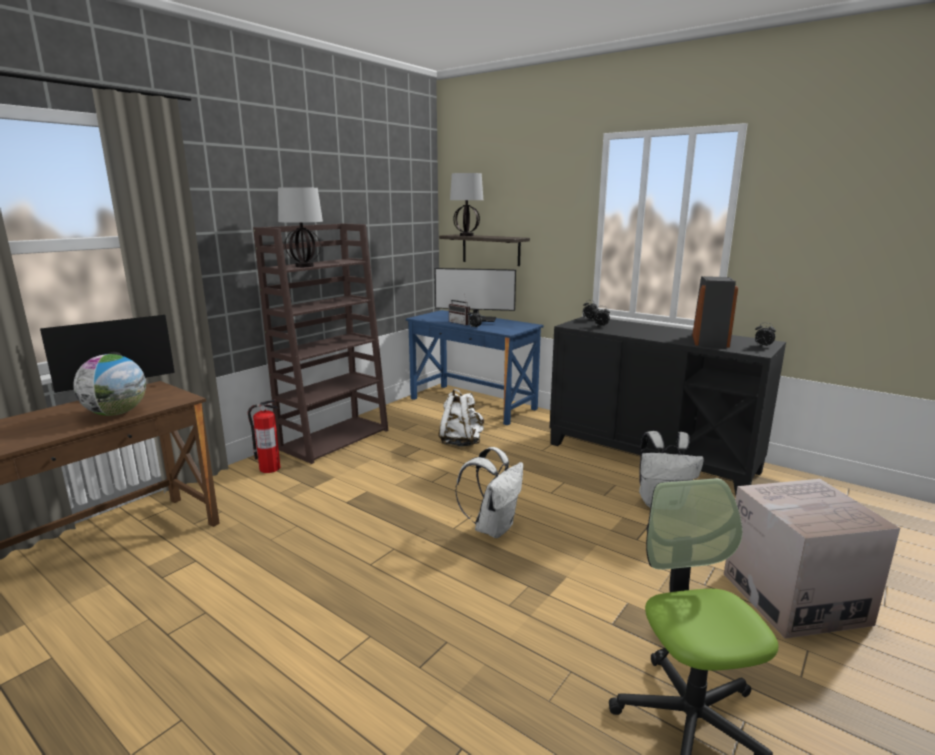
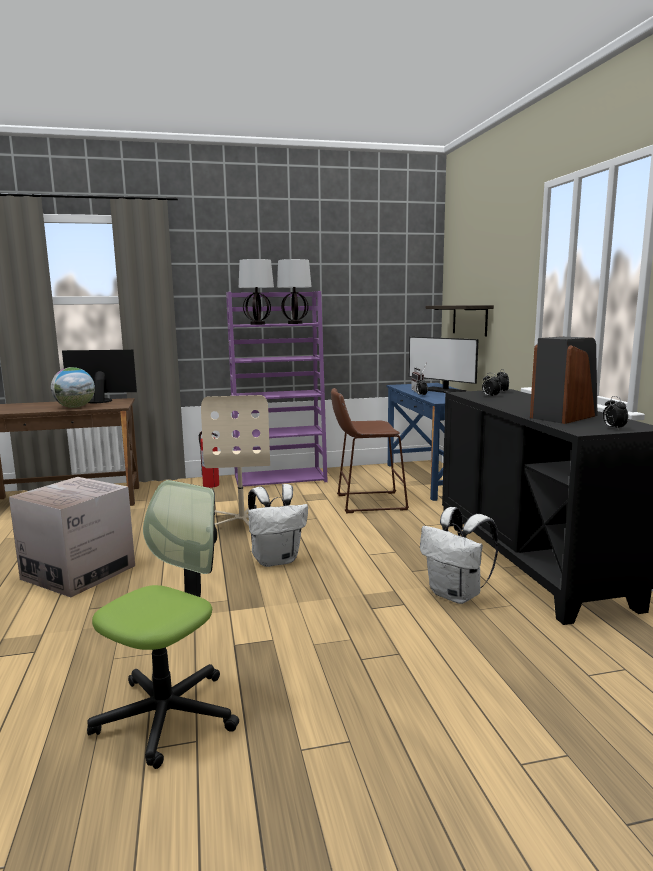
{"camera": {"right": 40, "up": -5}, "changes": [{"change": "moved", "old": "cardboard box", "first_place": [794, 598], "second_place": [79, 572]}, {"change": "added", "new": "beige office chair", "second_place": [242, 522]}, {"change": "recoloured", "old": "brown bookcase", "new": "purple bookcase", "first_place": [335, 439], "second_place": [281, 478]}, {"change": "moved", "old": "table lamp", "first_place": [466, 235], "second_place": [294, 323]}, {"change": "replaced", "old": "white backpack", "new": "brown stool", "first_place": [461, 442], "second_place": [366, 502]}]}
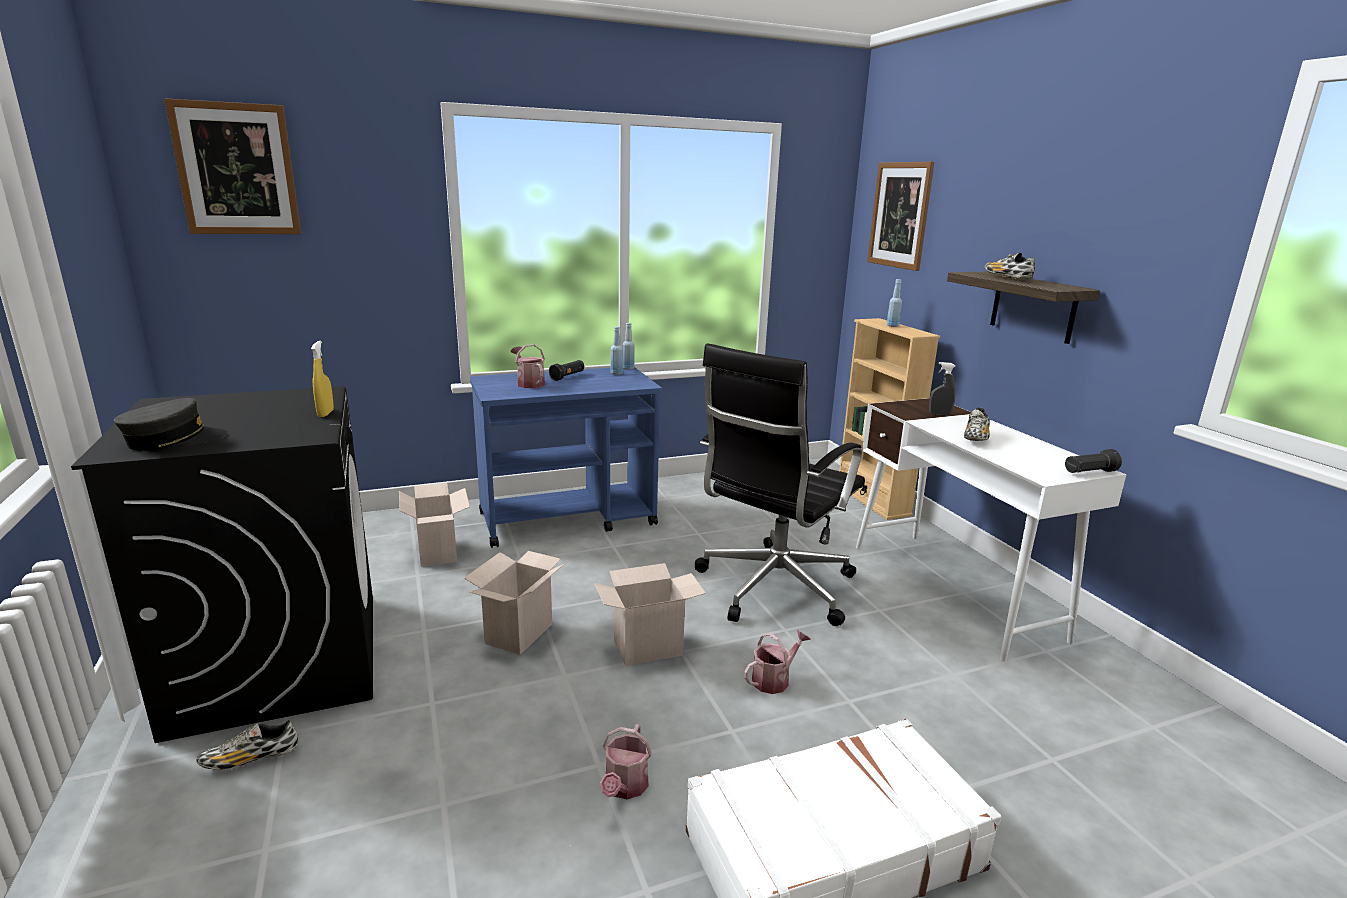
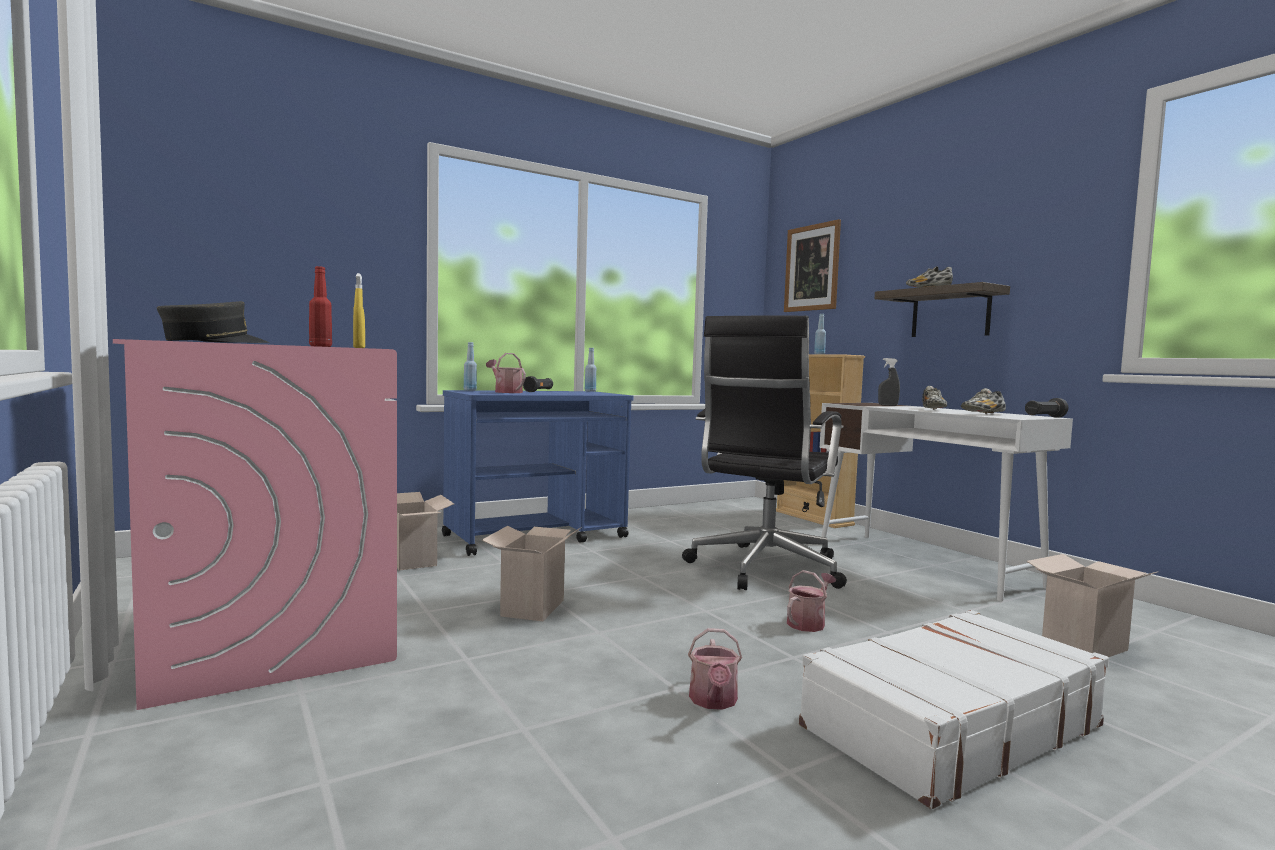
{"camera": {"right": -10, "up": -15}, "changes": [{"change": "recoloured", "old": "black washing machine", "new": "pink washing machine", "first_place": [279, 660], "second_place": [268, 639]}, {"change": "added", "new": "red bottle", "second_place": [320, 346]}, {"change": "moved", "old": "blue bottle", "first_place": [616, 373], "second_place": [470, 390]}, {"change": "moved", "old": "shoe", "first_place": [250, 759], "second_place": [983, 414]}, {"change": "moved", "old": "cardboard box", "first_place": [649, 647], "second_place": [1083, 646]}, {"change": "removed", "old": "picture", "first_place": [236, 169]}]}
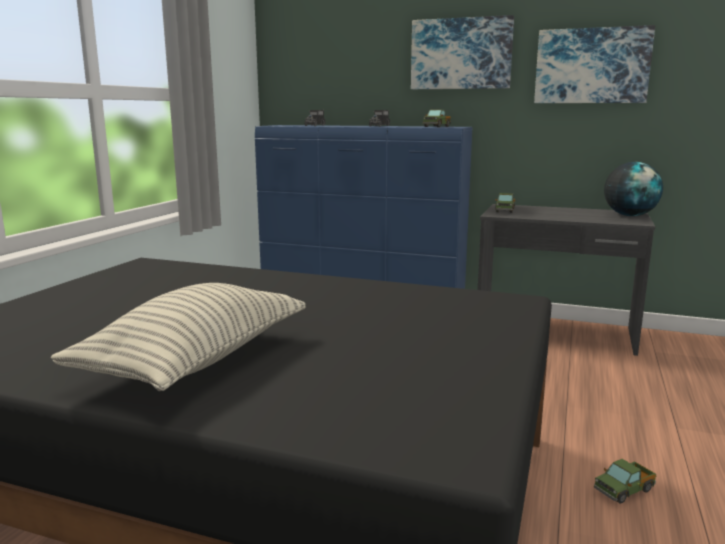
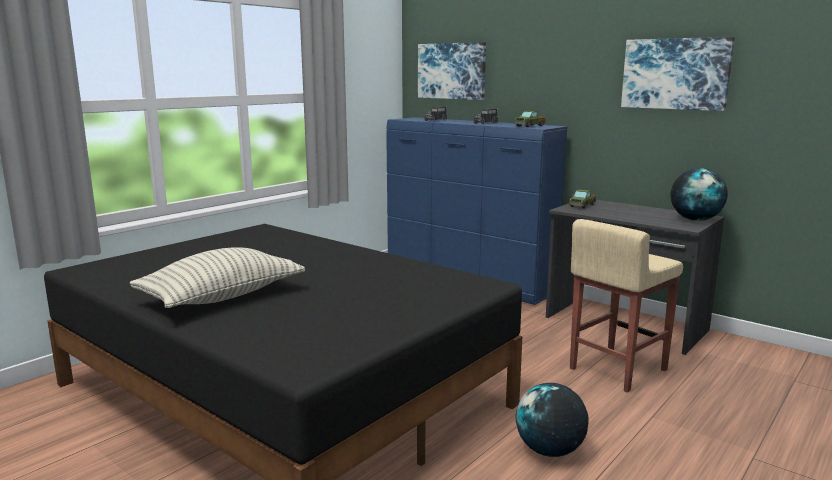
{"camera": {"right": 20, "up": 0}, "changes": [{"change": "moved", "old": "picture", "first_place": [461, 54], "second_place": [452, 71]}, {"change": "replaced", "old": "toy truck", "new": "globe", "first_place": [624, 490], "second_place": [550, 450]}, {"change": "added", "new": "beige stool", "second_place": [616, 369]}]}
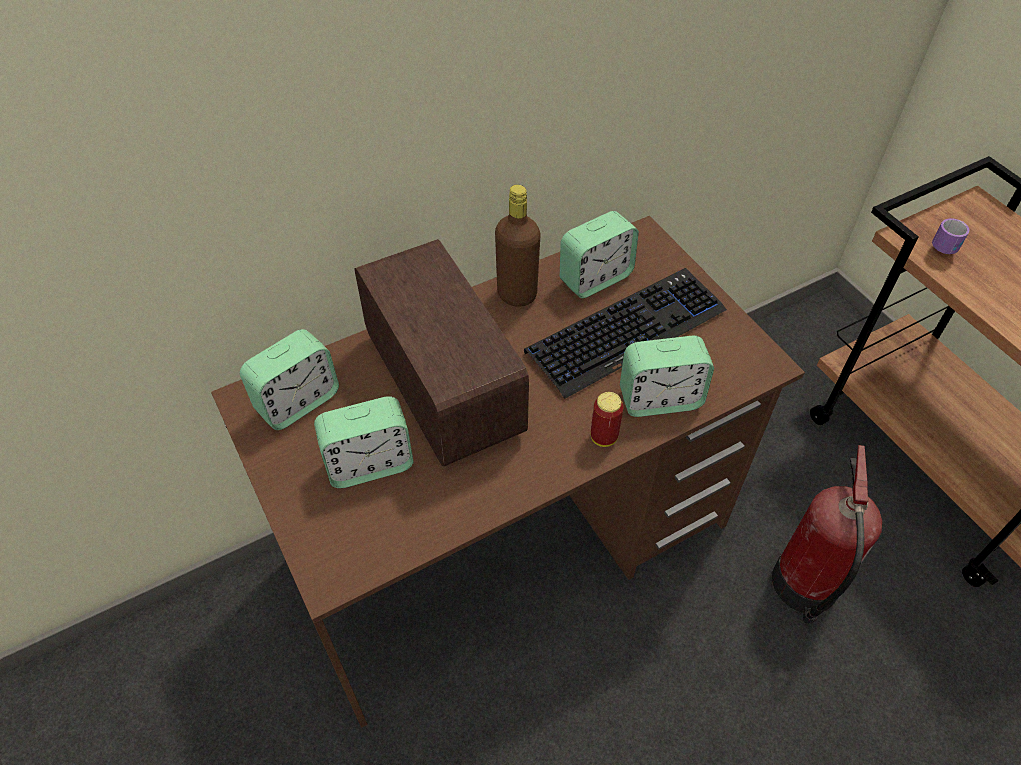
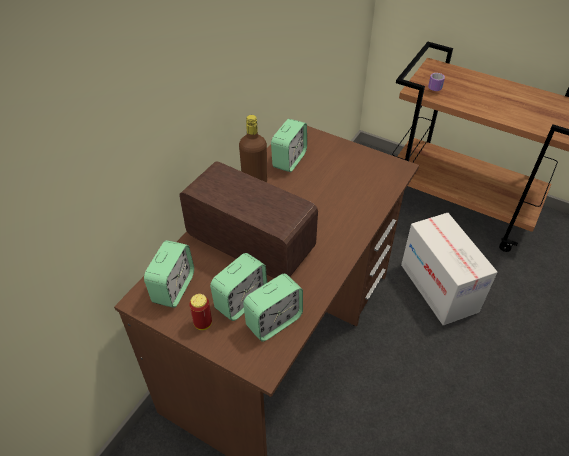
{"camera": {"right": -30, "up": -5}, "changes": [{"change": "moved", "old": "can", "first_place": [603, 437], "second_place": [203, 323]}, {"change": "moved", "old": "alarm clock", "first_place": [660, 399], "second_place": [274, 321]}, {"change": "replaced", "old": "fire extinguisher", "new": "cardboard box", "first_place": [805, 587], "second_place": [439, 288]}, {"change": "removed", "old": "keyboard", "first_place": [626, 332]}]}
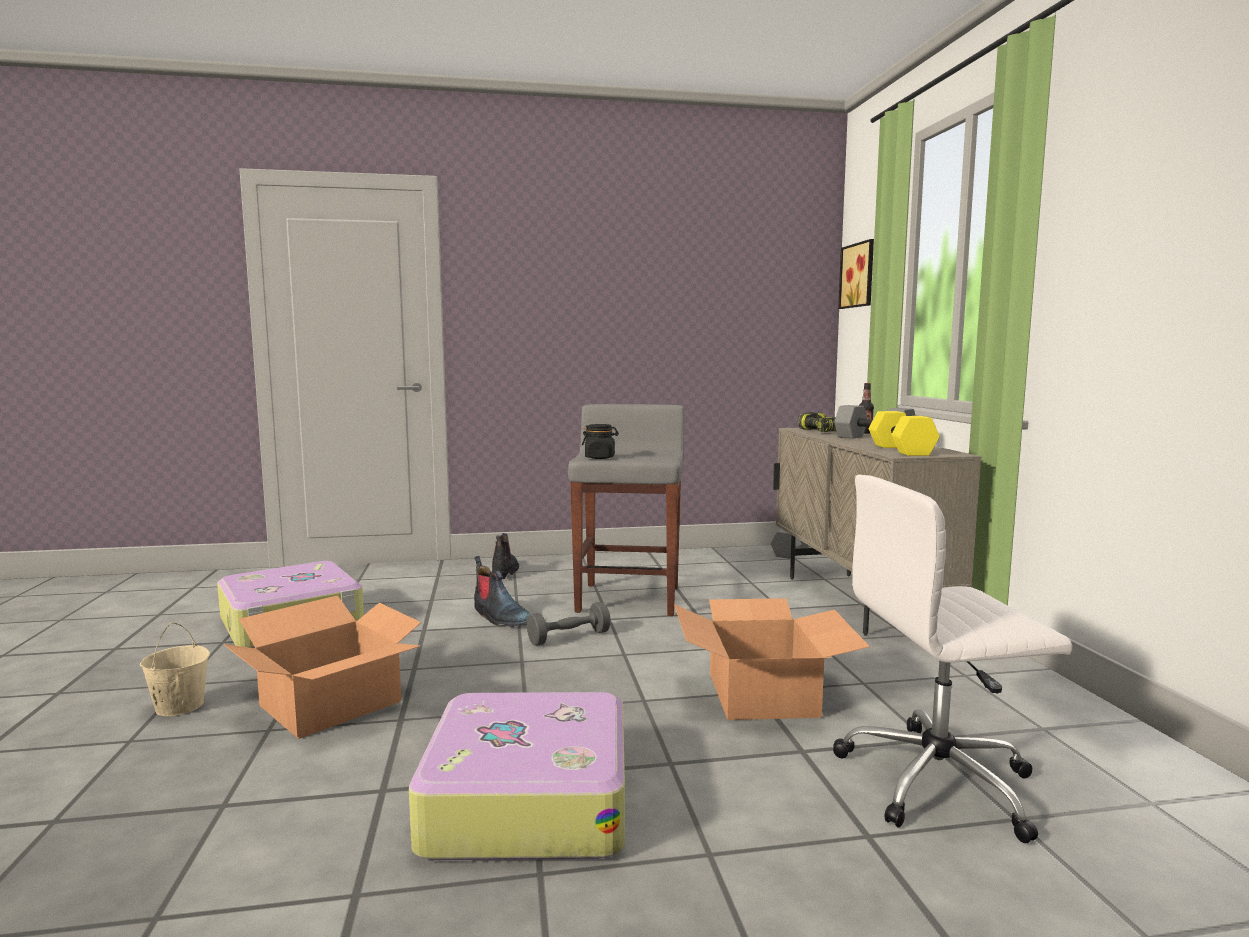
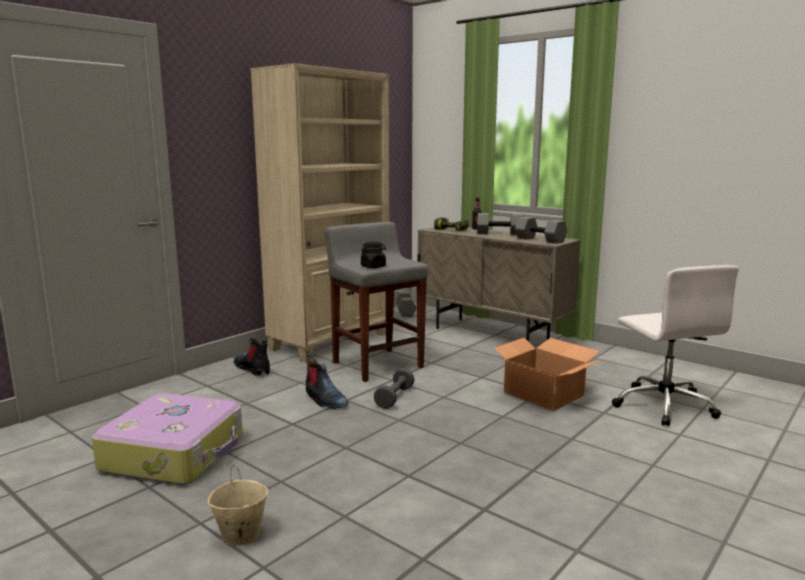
{"camera": {"right": -40, "up": 5}, "changes": [{"change": "added", "new": "beige bookcase", "second_place": [331, 341]}, {"change": "turned", "old": "boot", "first_place": [499, 617], "second_place": [324, 399], "degrees": 45}, {"change": "recoloured", "old": "yellow dumbbell", "new": "grey dumbbell", "first_place": [899, 450], "second_place": [539, 240]}, {"change": "turned", "old": "white office chair", "first_place": [940, 782], "second_place": [663, 405], "degrees": -60}, {"change": "removed", "old": "cardboard box", "first_place": [332, 704]}, {"change": "removed", "old": "suitcase", "first_place": [527, 799]}, {"change": "removed", "old": "picture", "first_place": [859, 275]}]}
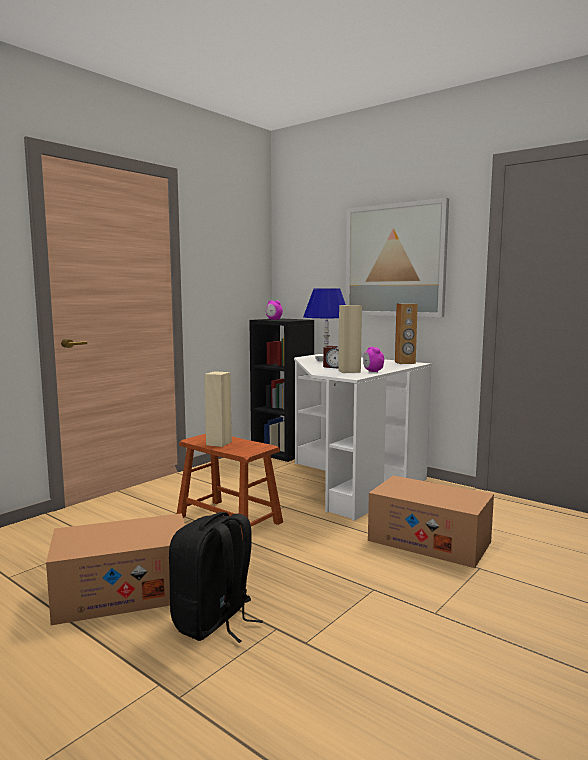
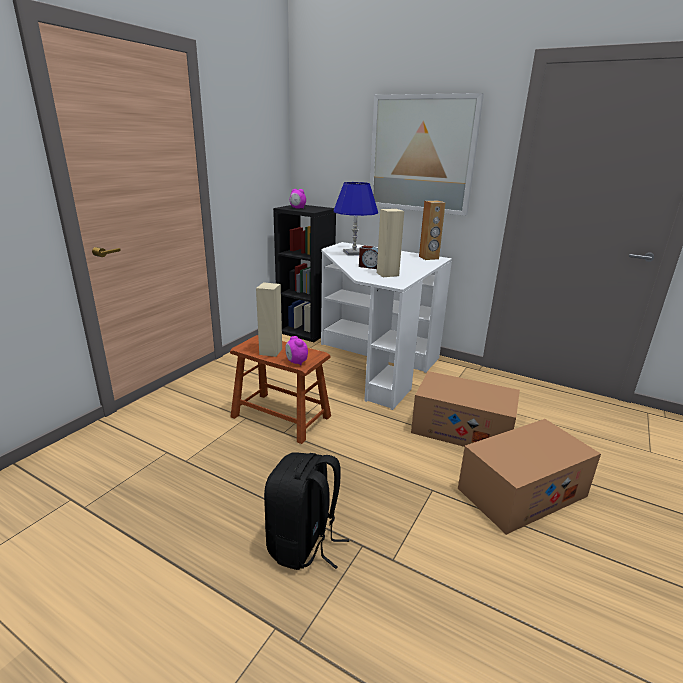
{"camera": {"right": -10, "up": 15}, "changes": [{"change": "moved", "old": "alarm clock", "first_place": [372, 371], "second_place": [296, 362]}, {"change": "moved", "old": "cardboard box", "first_place": [123, 592], "second_place": [521, 492]}]}
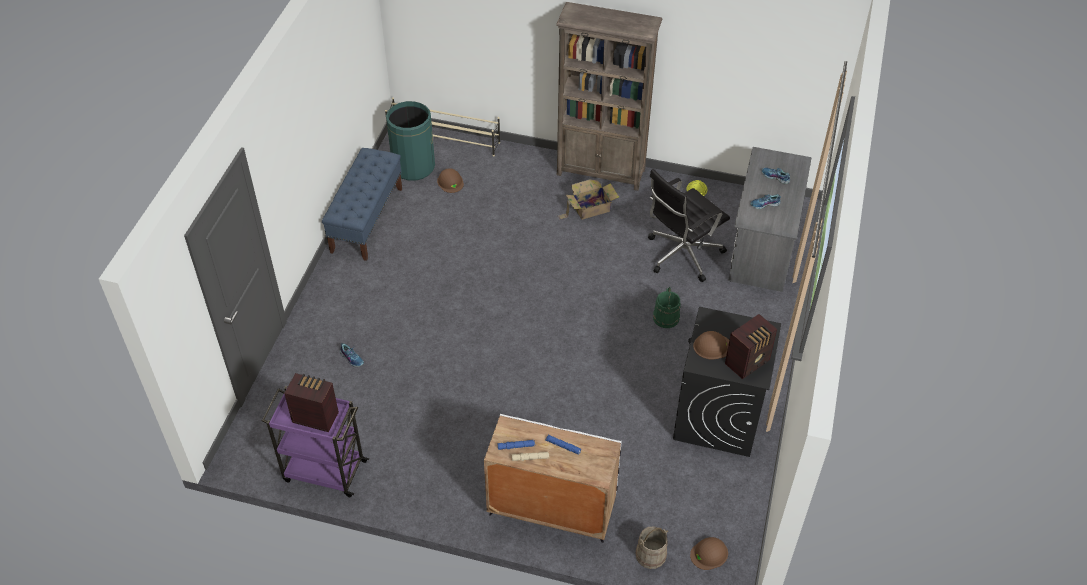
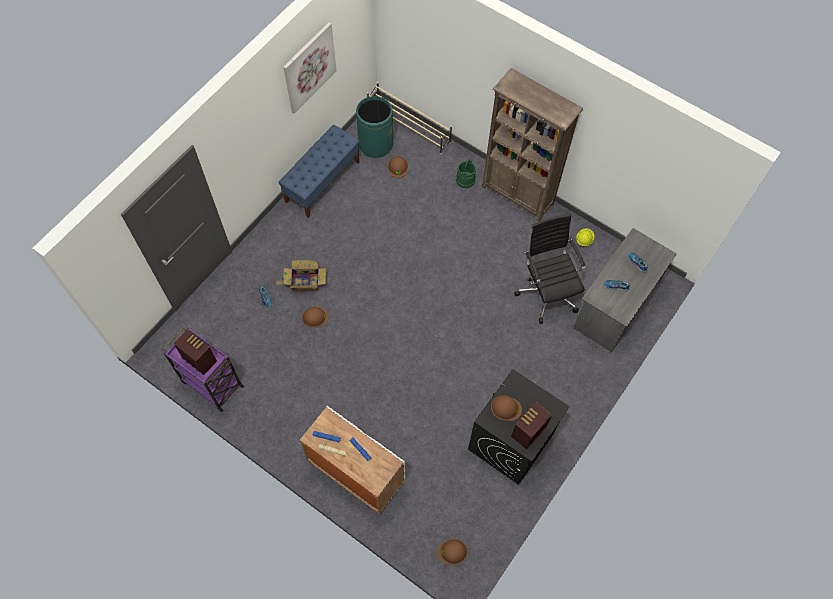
{"camera": {"right": 20, "up": 15}, "changes": [{"change": "moved", "old": "cardboard box", "first_place": [589, 208], "second_place": [304, 282]}, {"change": "added", "new": "picture", "second_place": [309, 68]}, {"change": "added", "new": "brown hard hat", "second_place": [315, 317]}, {"change": "moved", "old": "green bucket", "first_place": [665, 318], "second_place": [465, 179]}, {"change": "turned", "old": "radio", "first_place": [748, 362], "second_place": [527, 432], "degrees": 150}, {"change": "turned", "old": "black office chair", "first_place": [681, 255], "second_place": [547, 292], "degrees": 90}, {"change": "removed", "old": "beige bucket", "first_place": [651, 555]}]}
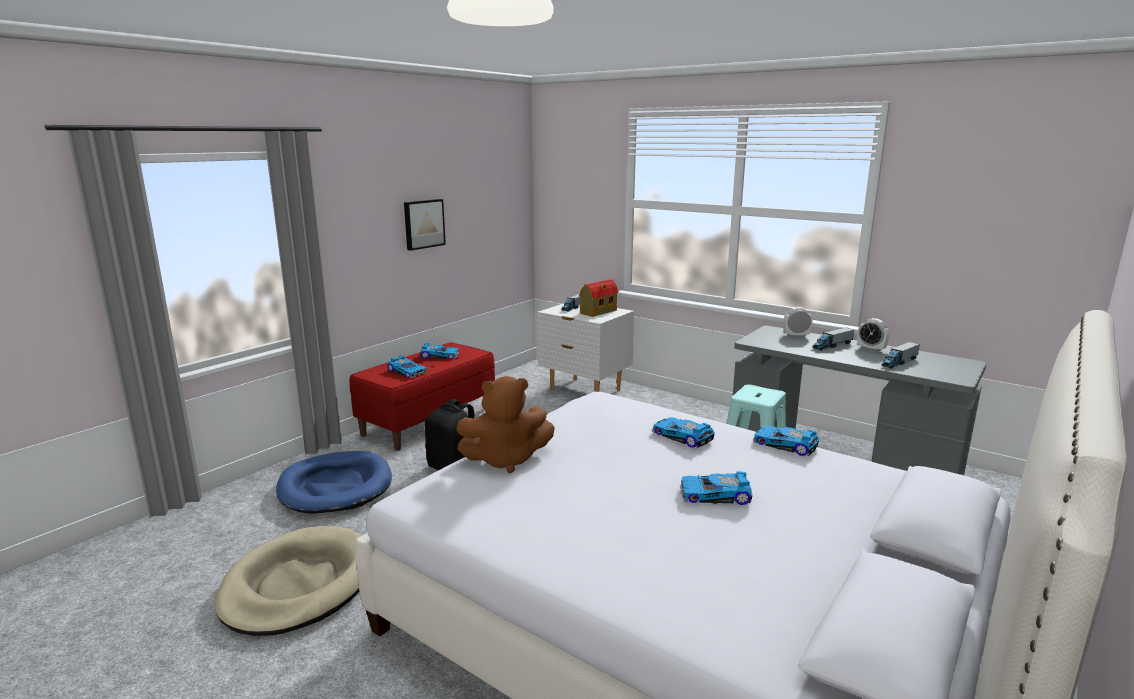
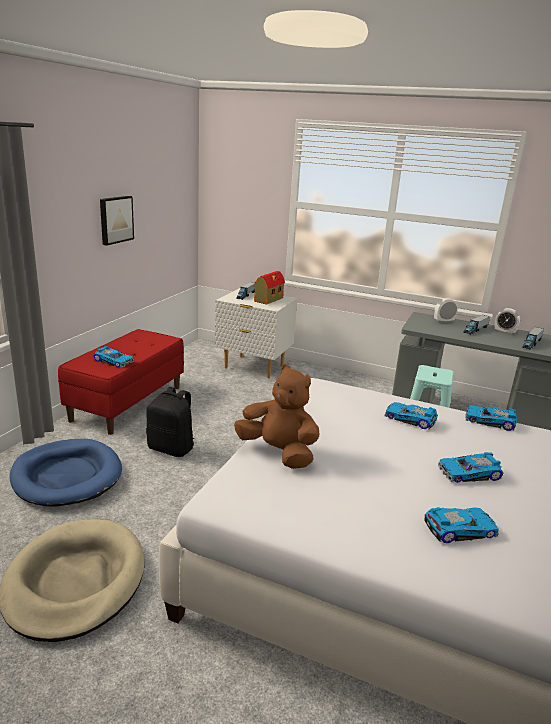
{"camera": {"right": -15, "up": 5}, "changes": [{"change": "turned", "old": "brown plush toy", "first_place": [506, 460], "second_place": [278, 452], "degrees": -120}, {"change": "moved", "old": "toy car", "first_place": [440, 355], "second_place": [459, 528]}]}
